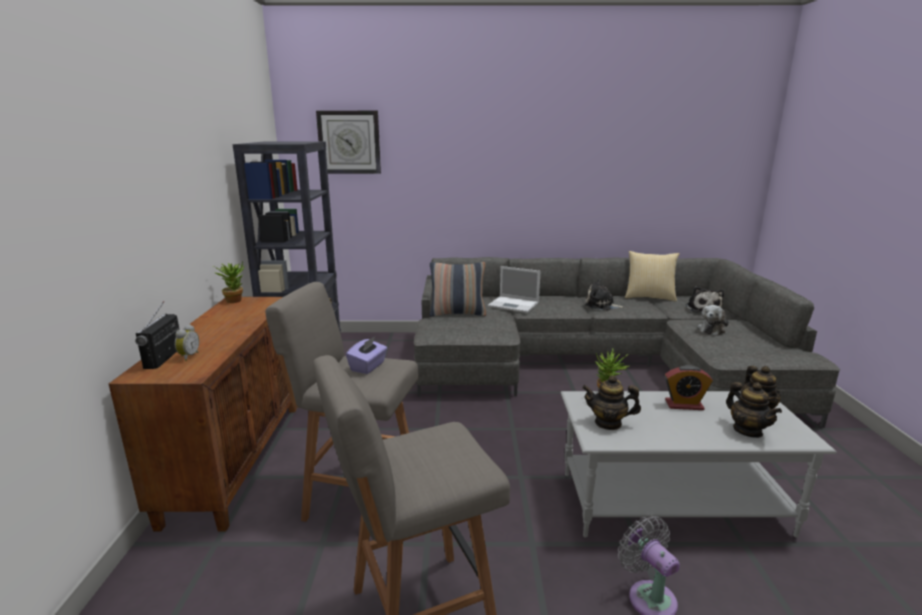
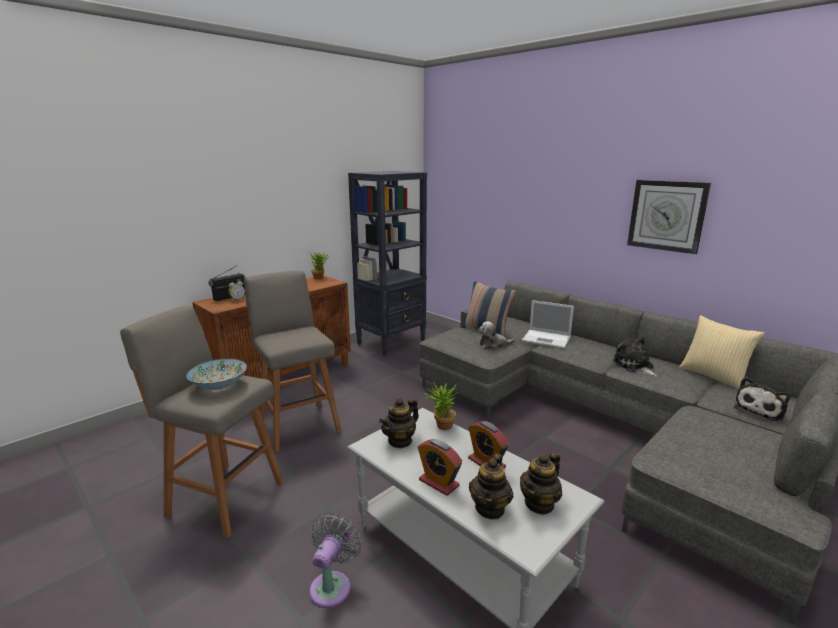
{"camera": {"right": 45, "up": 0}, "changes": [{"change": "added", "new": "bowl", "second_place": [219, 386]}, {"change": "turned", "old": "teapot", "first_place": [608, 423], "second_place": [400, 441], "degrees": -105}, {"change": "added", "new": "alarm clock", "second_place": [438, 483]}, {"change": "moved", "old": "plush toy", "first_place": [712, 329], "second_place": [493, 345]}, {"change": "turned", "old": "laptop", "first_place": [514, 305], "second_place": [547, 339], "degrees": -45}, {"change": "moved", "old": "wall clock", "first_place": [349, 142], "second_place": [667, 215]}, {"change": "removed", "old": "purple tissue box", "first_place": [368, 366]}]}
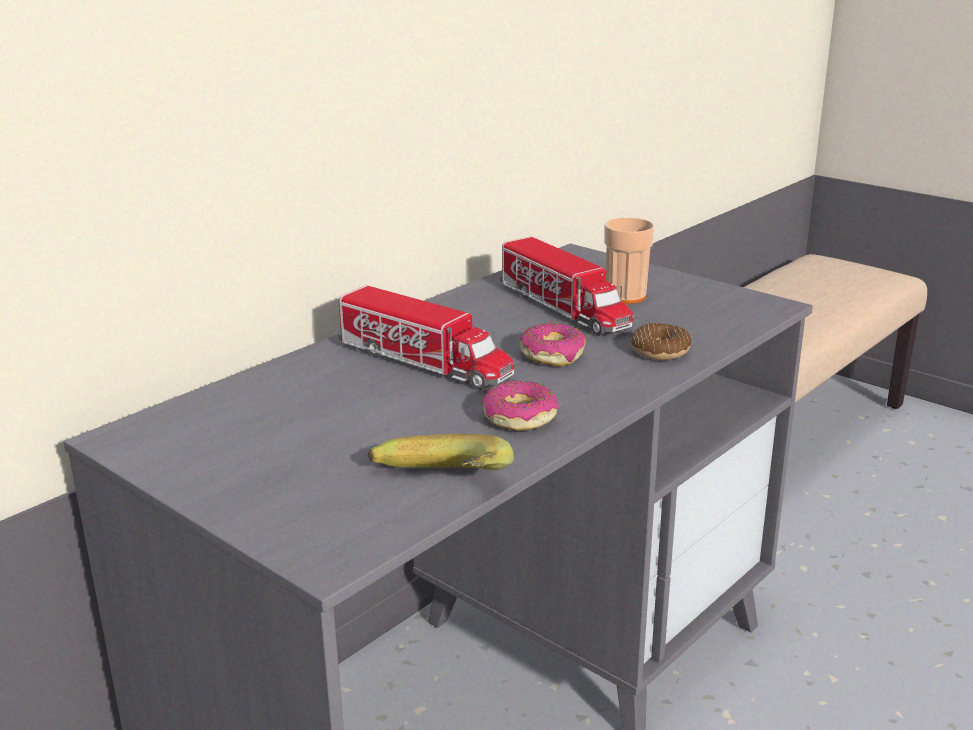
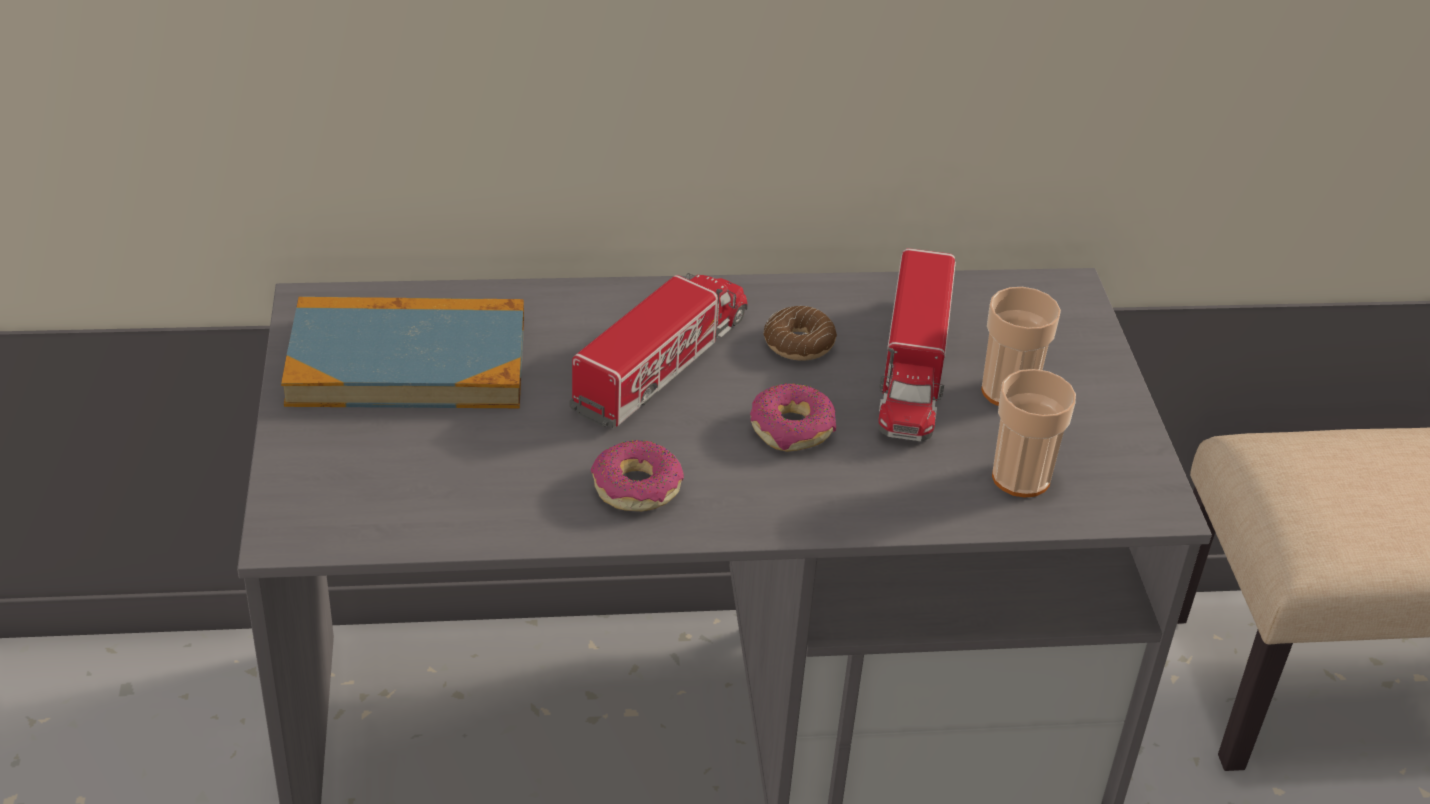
{"camera": {"right": 40, "up": 15}, "changes": [{"change": "added", "new": "book", "second_place": [408, 362]}, {"change": "turned", "old": "toy truck", "first_place": [424, 361], "second_place": [662, 363], "degrees": -135}, {"change": "moved", "old": "donut", "first_place": [660, 351], "second_place": [799, 343]}, {"change": "added", "new": "cup", "second_place": [1020, 478]}, {"change": "removed", "old": "banana", "first_place": [439, 493]}]}
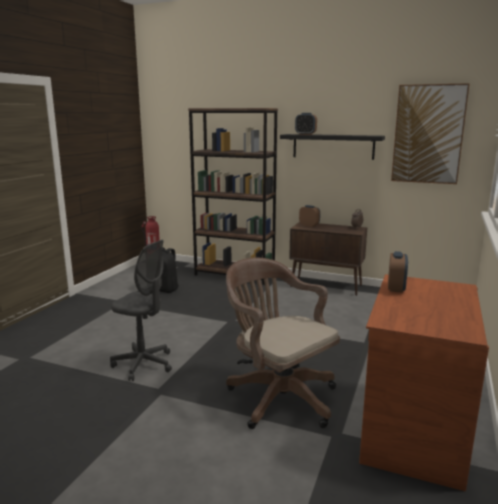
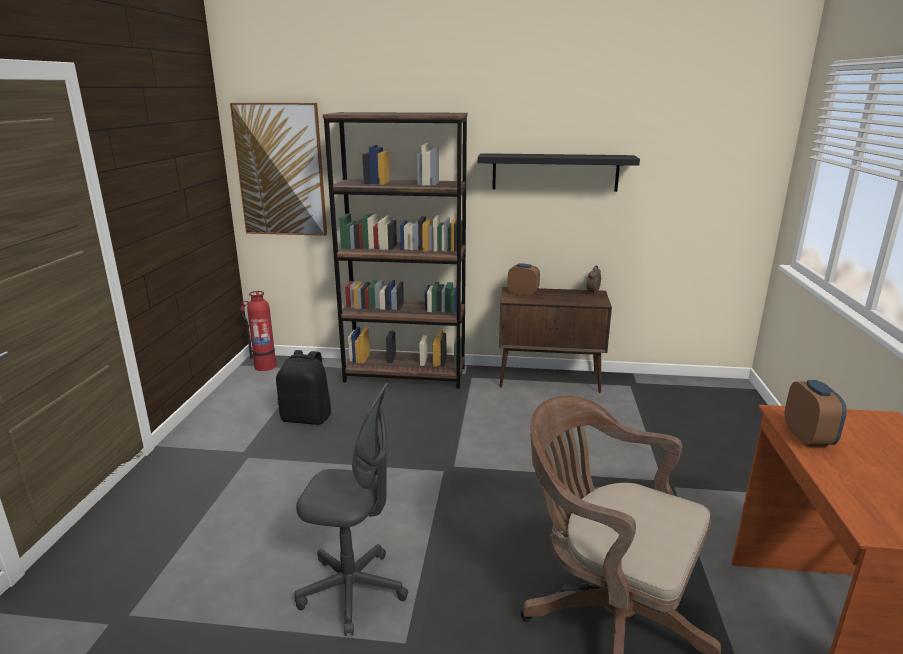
{"camera": {"right": -15, "up": 5}, "changes": [{"change": "moved", "old": "picture", "first_place": [428, 134], "second_place": [281, 170]}, {"change": "removed", "old": "alarm clock", "first_place": [305, 134]}]}
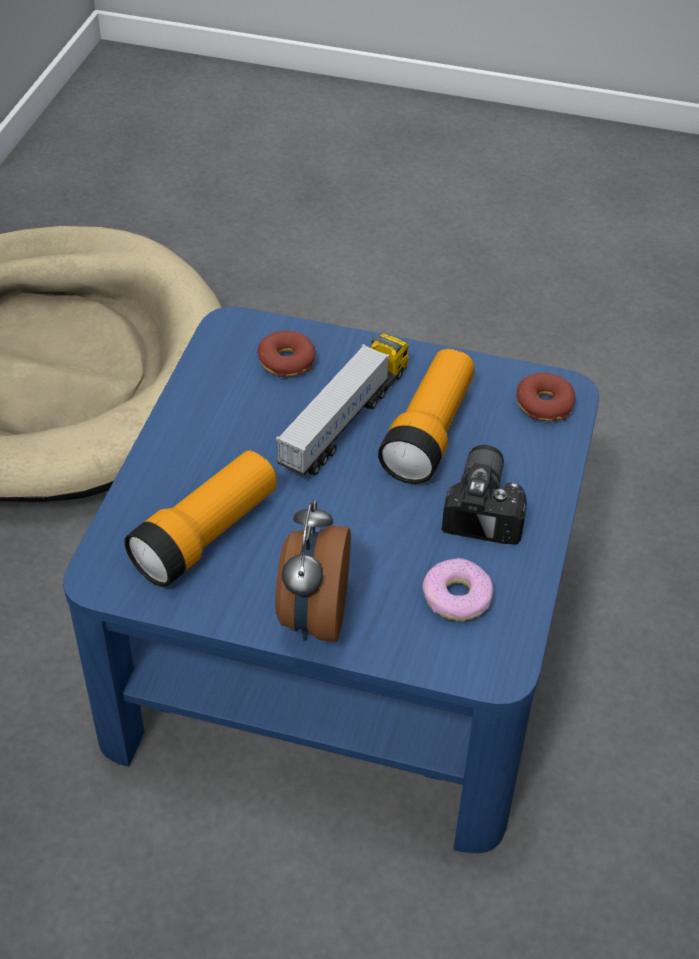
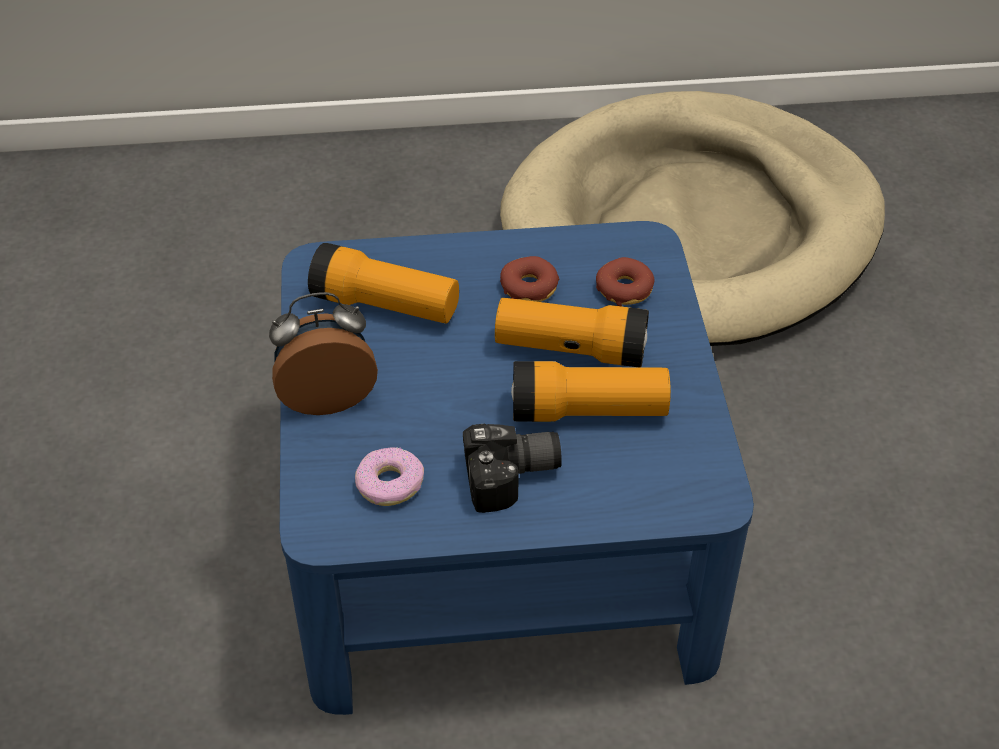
{"camera": {"right": 70, "up": 0}, "changes": [{"change": "replaced", "old": "toy truck", "new": "flashlight", "first_place": [345, 420], "second_place": [571, 349]}, {"change": "moved", "old": "donut", "first_place": [544, 404], "second_place": [529, 287]}]}
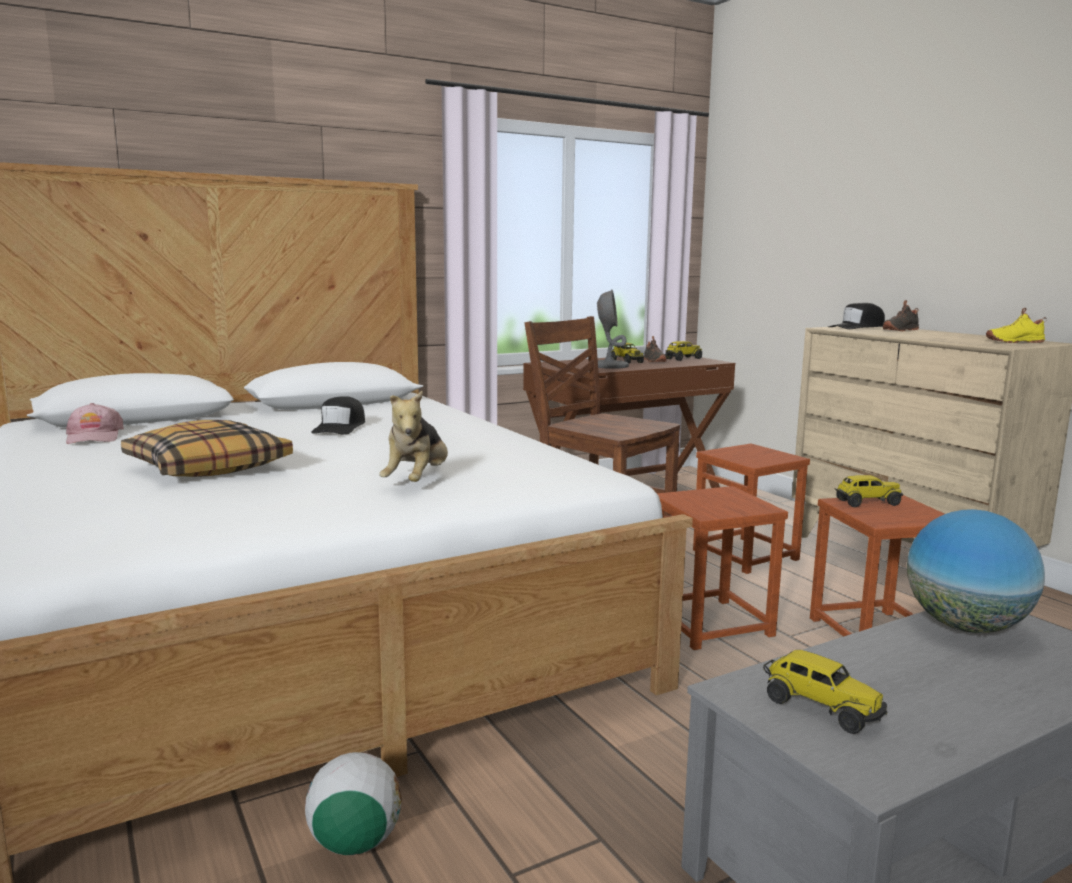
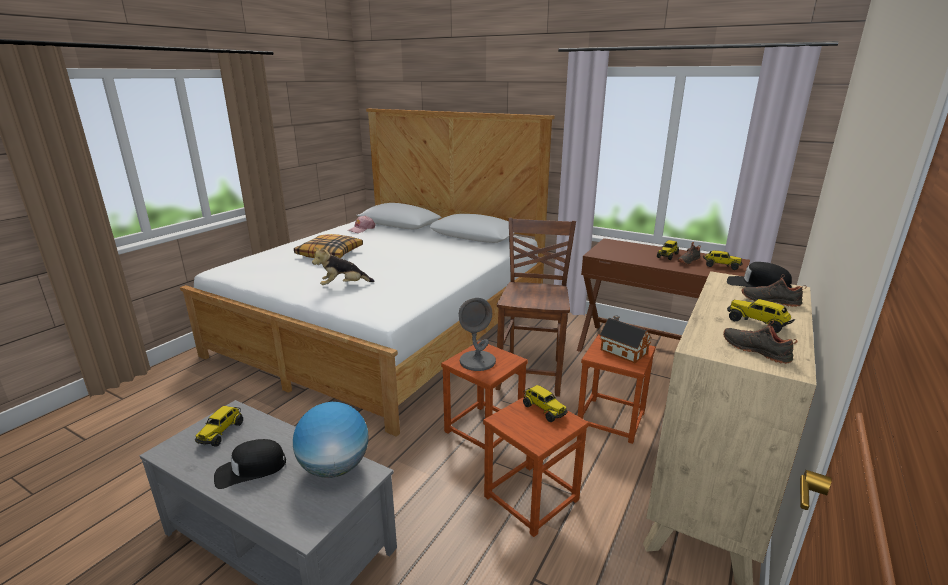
{"camera": {"right": 60, "up": 10}, "changes": [{"change": "moved", "old": "black cap", "first_place": [340, 427], "second_place": [250, 469]}, {"change": "moved", "old": "grey table lamp", "first_place": [609, 365], "second_place": [477, 361]}, {"change": "added", "new": "toy house", "second_place": [622, 351]}, {"change": "recoloured", "old": "yellow shoe", "new": "black shoe", "first_place": [1013, 342], "second_place": [756, 350]}, {"change": "added", "new": "toy truck", "second_place": [757, 323]}, {"change": "removed", "old": "football", "first_place": [355, 843]}]}
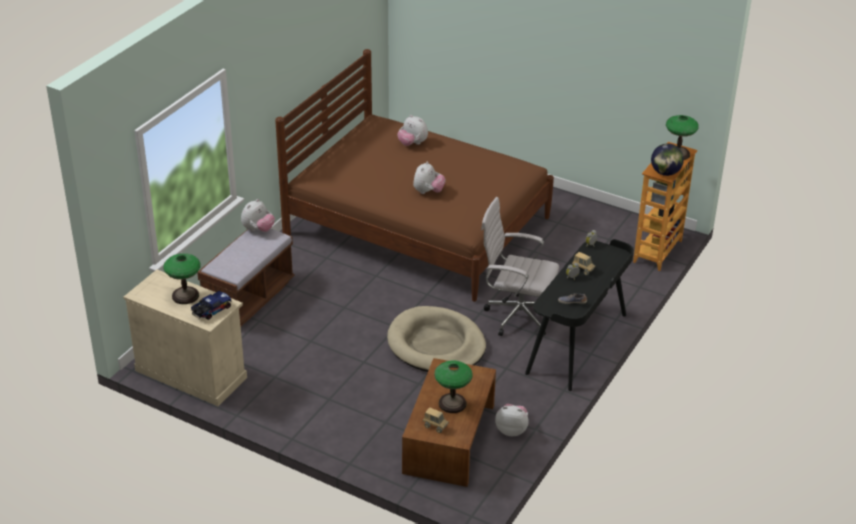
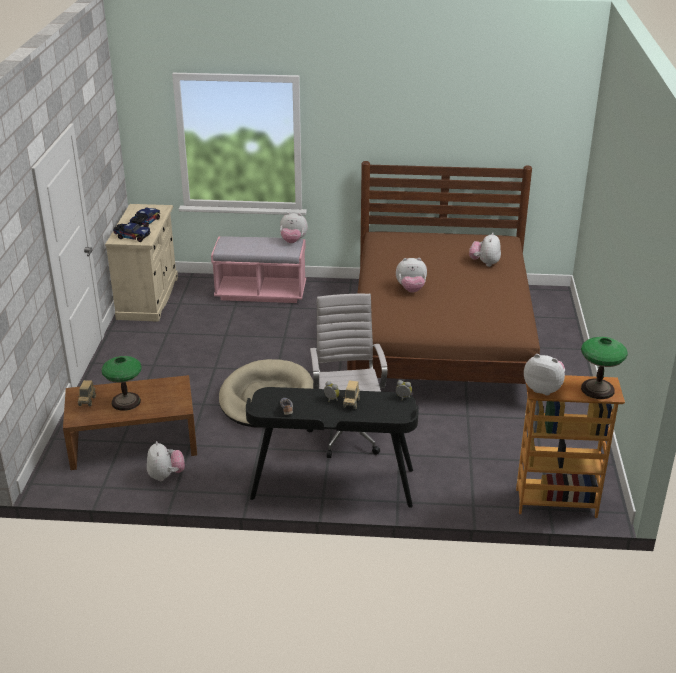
{"camera": {"right": 65, "up": -5}, "changes": [{"change": "replaced", "old": "table lamp", "new": "toy truck", "first_place": [185, 296], "second_place": [145, 223]}, {"change": "recoloured", "old": "brown bench", "new": "pink bench", "first_place": [249, 298], "second_place": [261, 293]}, {"change": "replaced", "old": "globe", "new": "plush toy", "first_place": [665, 173], "second_place": [543, 389]}]}
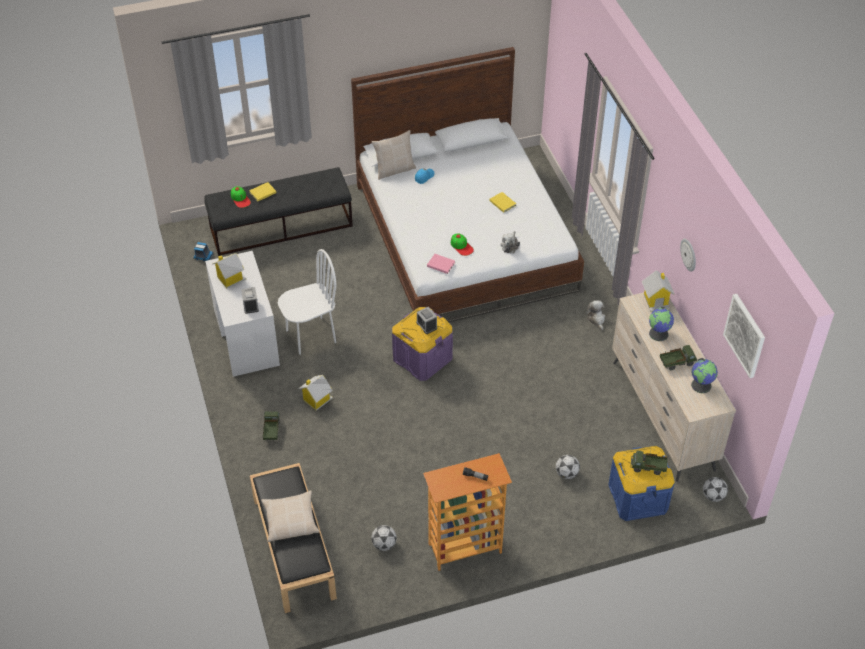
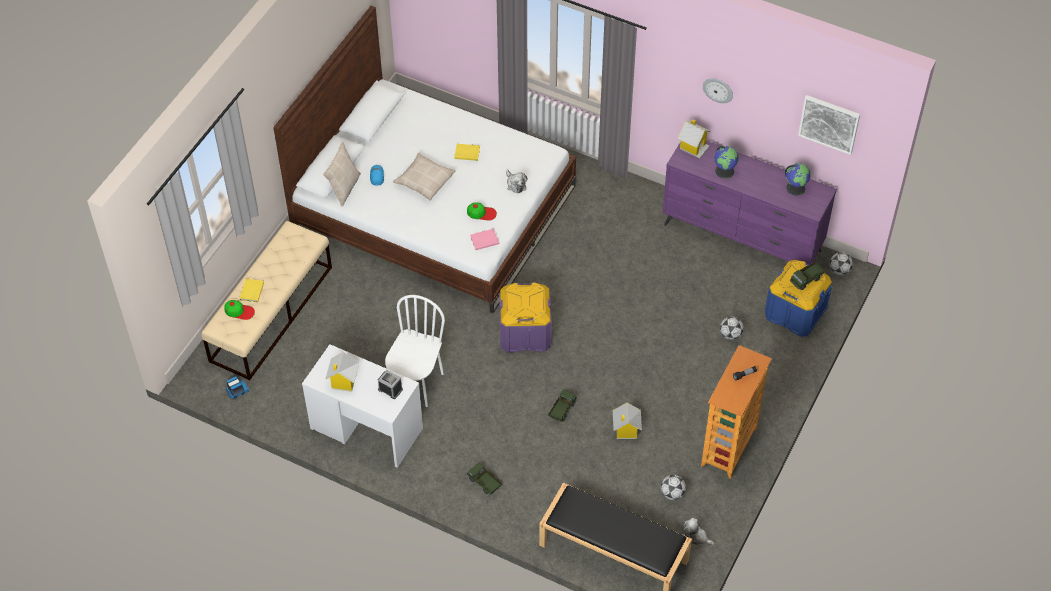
{"camera": {"right": -45, "up": 5}, "changes": [{"change": "recoloured", "old": "black bench", "new": "beige bench", "first_place": [281, 227], "second_place": [271, 313]}, {"change": "moved", "old": "beige pillow", "first_place": [290, 520], "second_place": [424, 181]}, {"change": "moved", "old": "toy truck", "first_place": [676, 363], "second_place": [562, 410]}, {"change": "moved", "old": "toy house", "first_place": [316, 400], "second_place": [625, 430]}, {"change": "recoloured", "old": "beige dresser", "new": "purple dresser", "first_place": [662, 415], "second_place": [742, 238]}, {"change": "moved", "old": "plush toy", "first_place": [596, 319], "second_place": [696, 537]}, {"change": "removed", "old": "alarm clock", "first_place": [426, 325]}]}
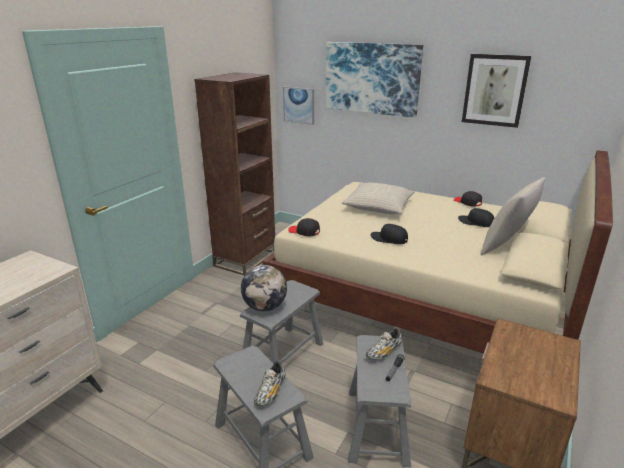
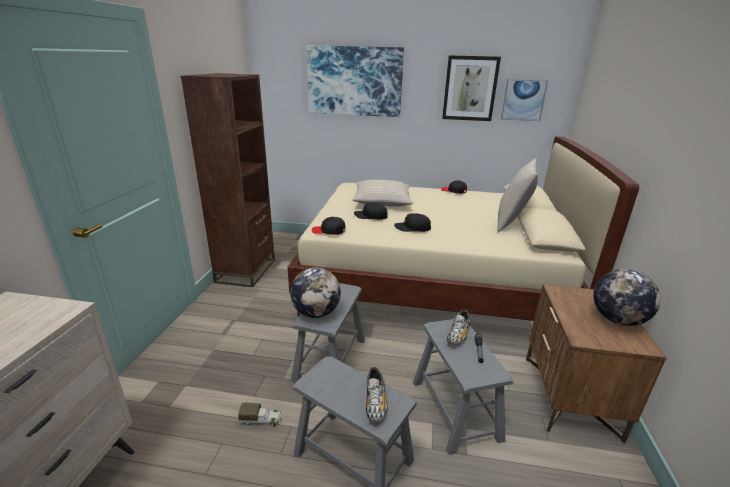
{"camera": {"right": -20, "up": 0}, "changes": [{"change": "added", "new": "toy truck", "second_place": [261, 420]}, {"change": "moved", "old": "black cap", "first_place": [476, 222], "second_place": [370, 216]}, {"change": "moved", "old": "picture", "first_place": [299, 105], "second_place": [523, 100]}, {"change": "added", "new": "globe", "second_place": [617, 320]}]}
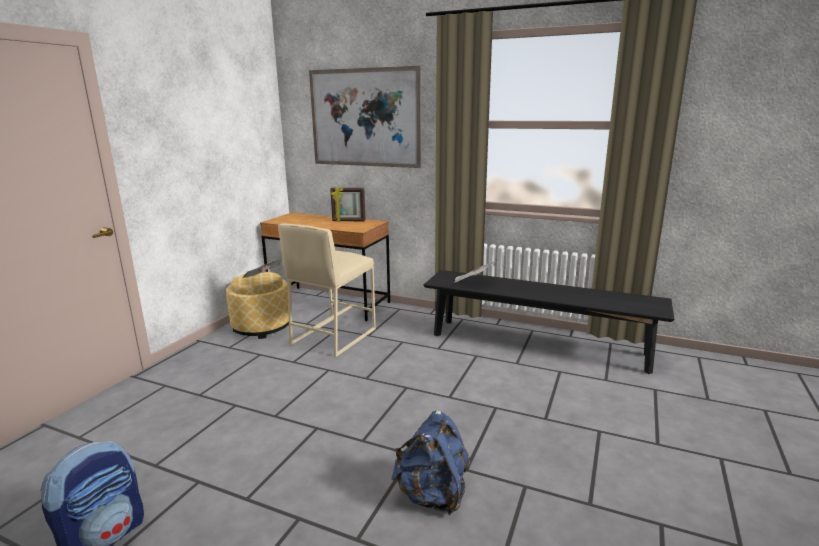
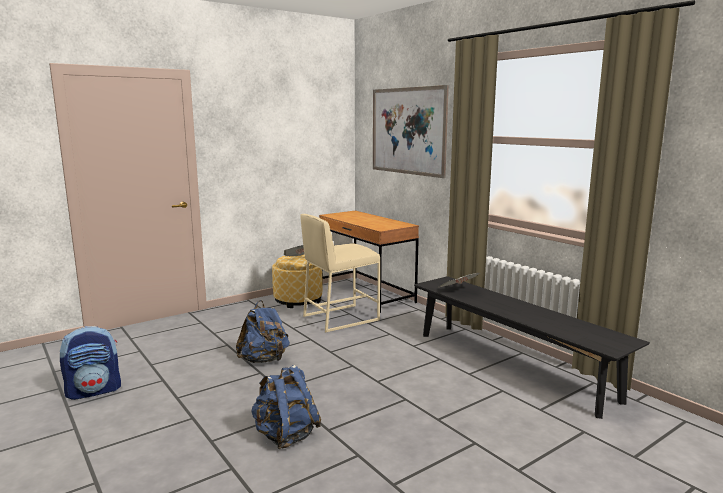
{"camera": {"right": 30, "up": -5}, "changes": [{"change": "added", "new": "blue backpack", "second_place": [264, 360]}, {"change": "removed", "old": "picture frame", "first_place": [348, 221]}]}
